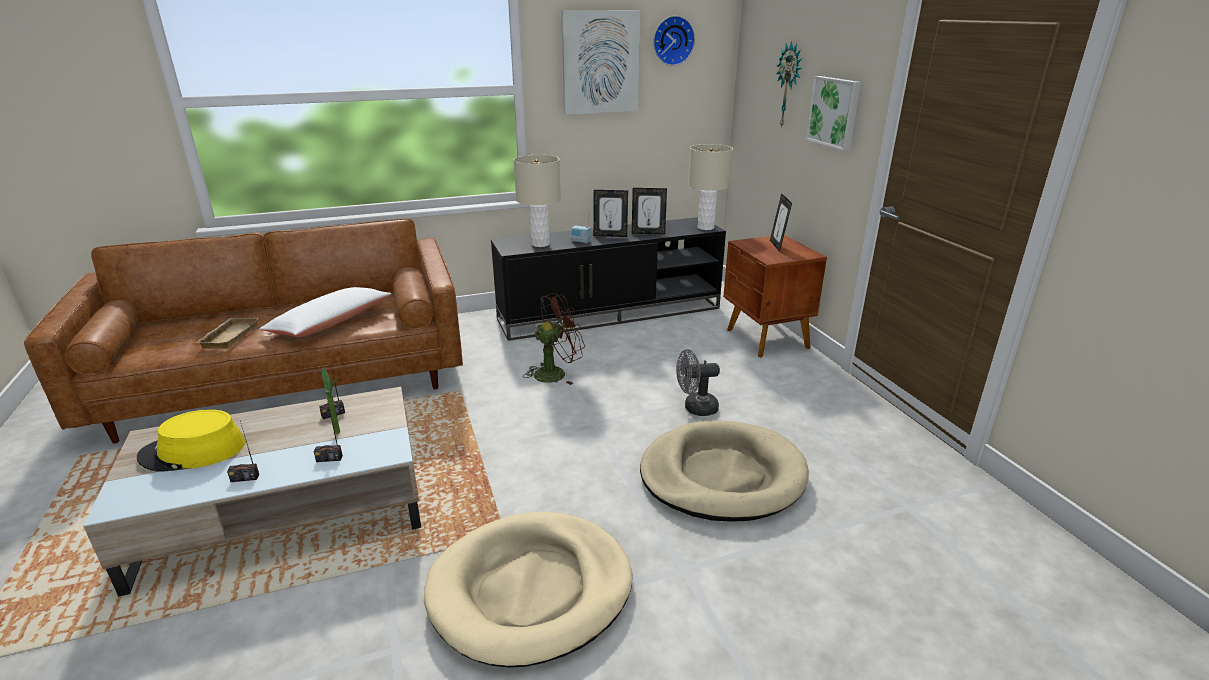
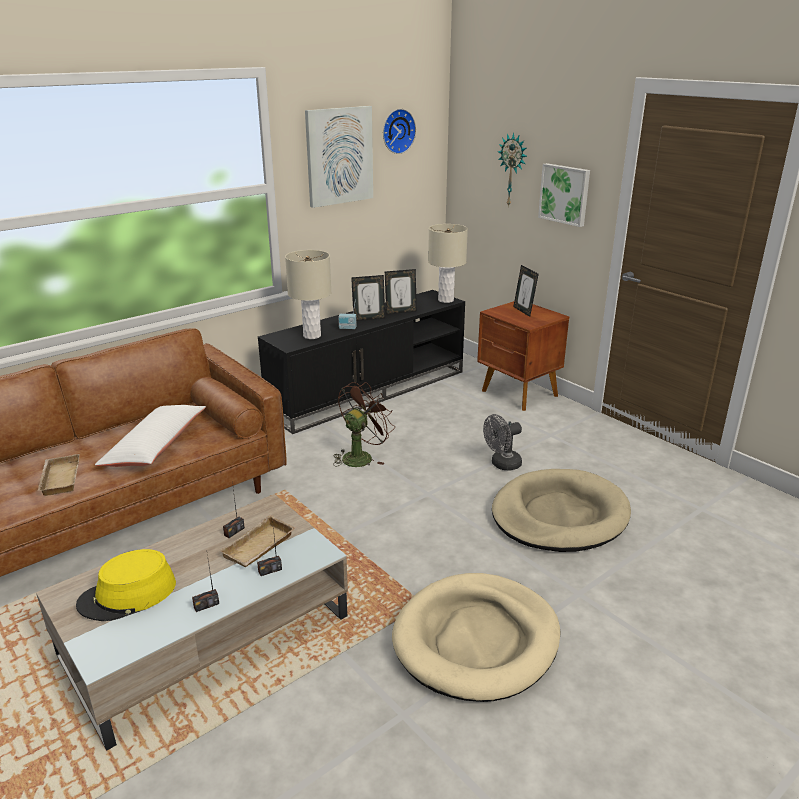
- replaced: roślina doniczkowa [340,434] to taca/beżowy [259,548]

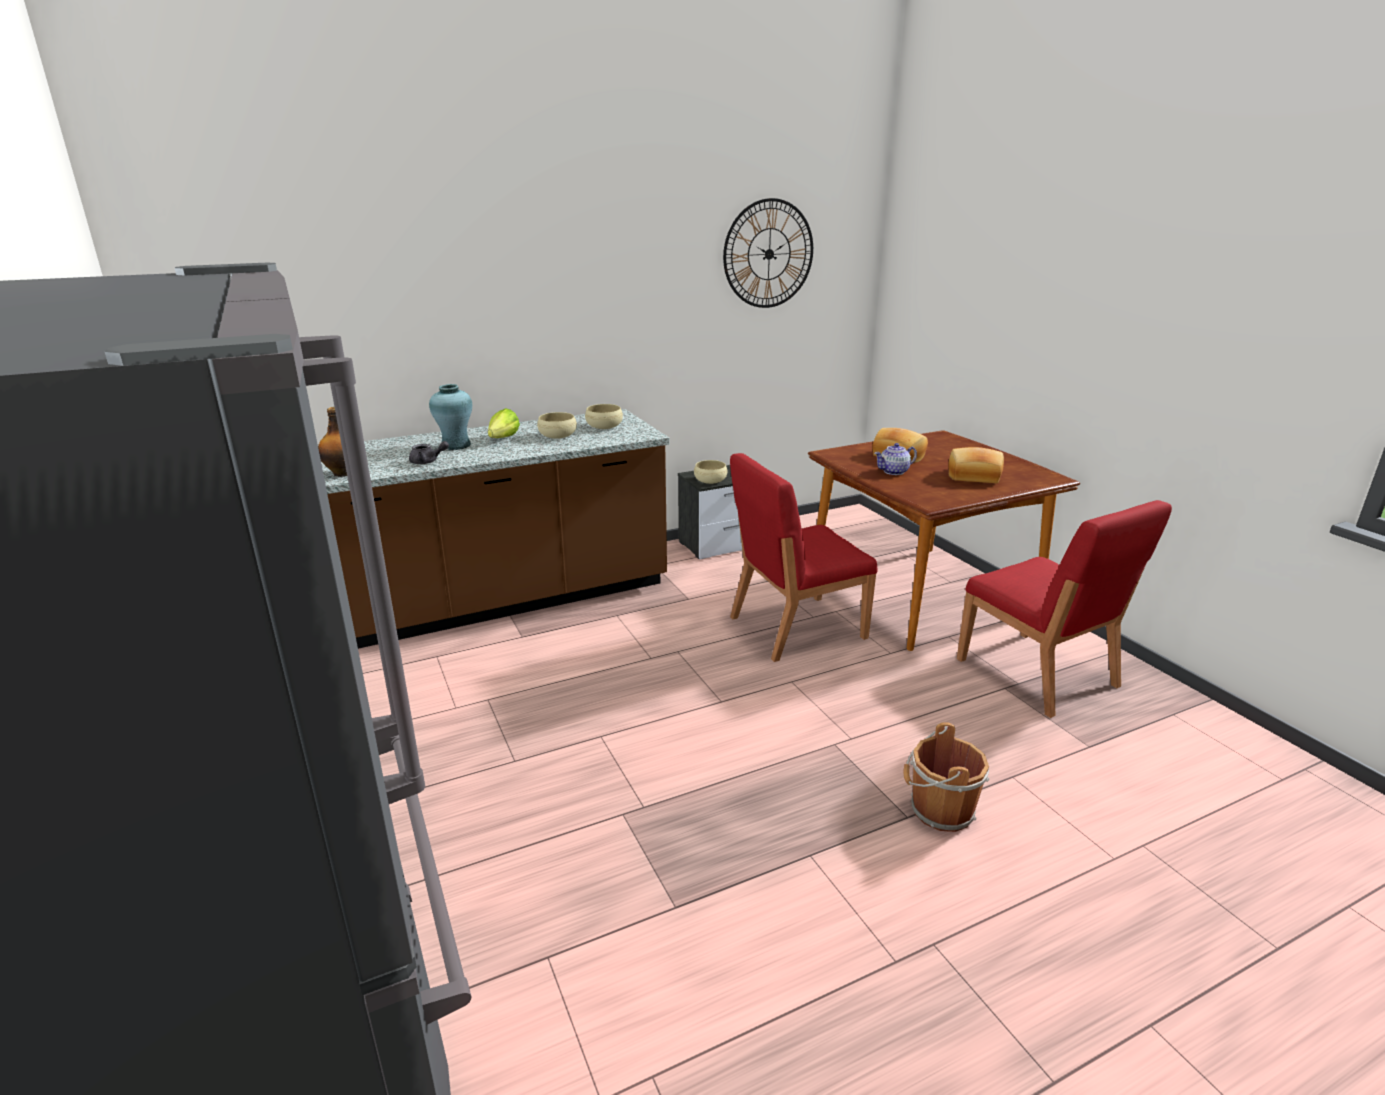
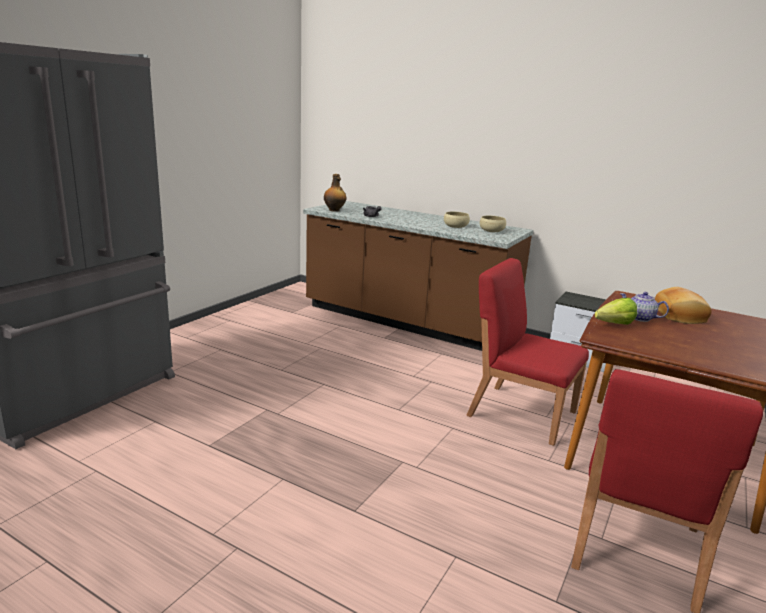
- moved: sałata [500,440] to [610,324]
- removed: wazon/turkusowy [456,445]
- removed: miska/beżowy [710,480]
- removed: zegar ścienny [769,254]
- removed: wiadro/brązowy [938,811]
- removed: chleb [973,477]

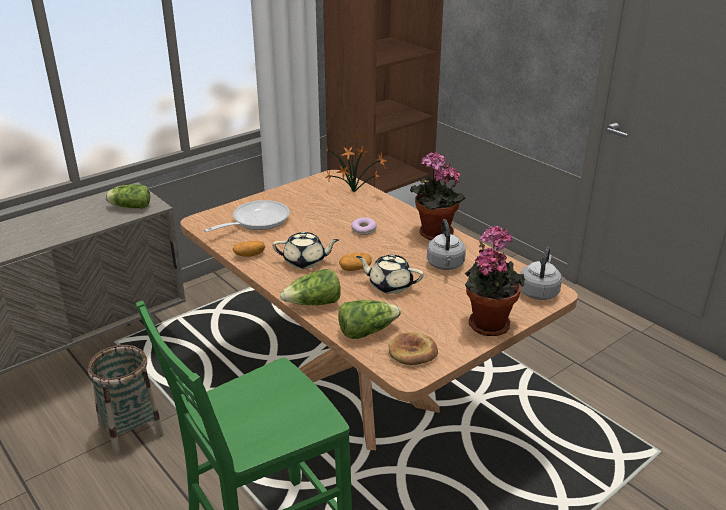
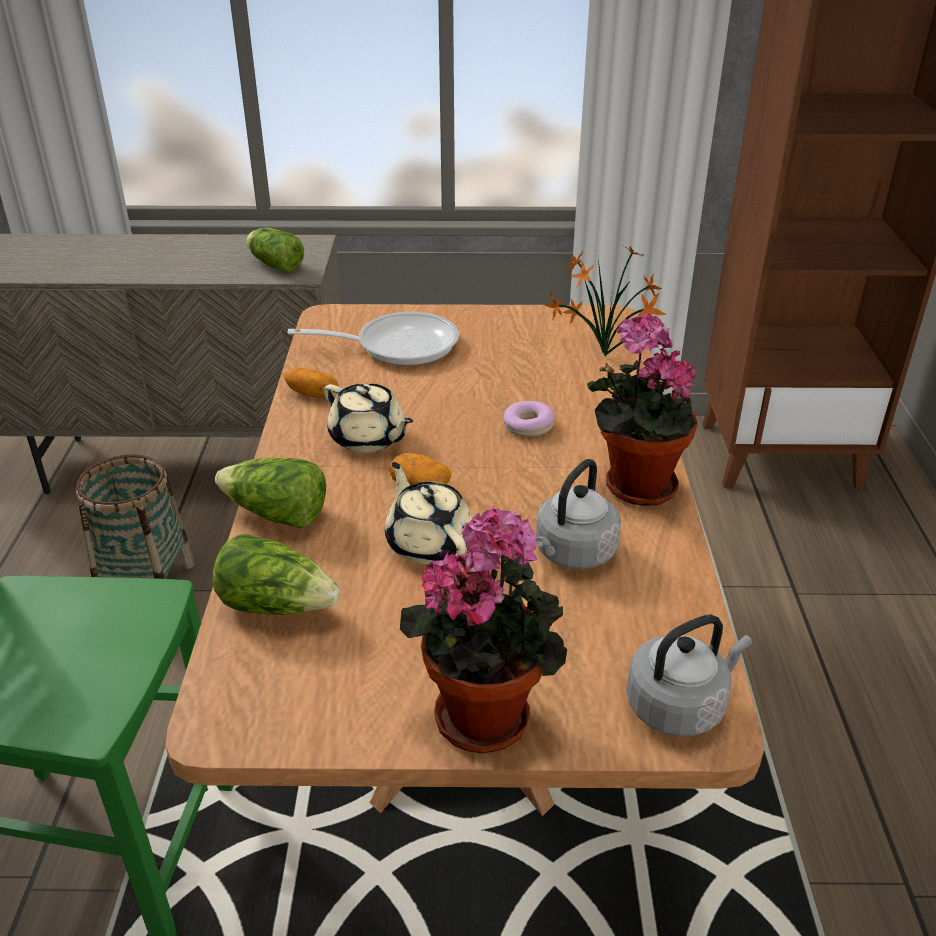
- removed: chleb [412,352]

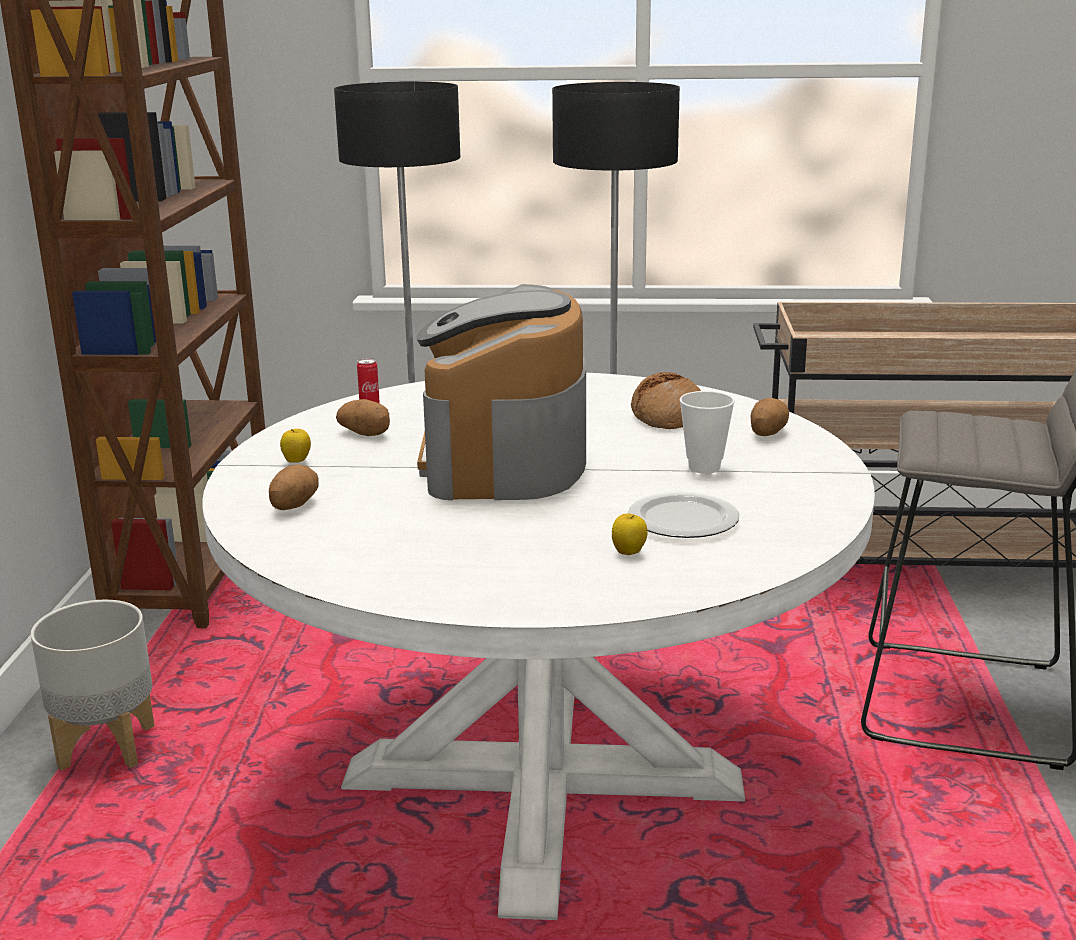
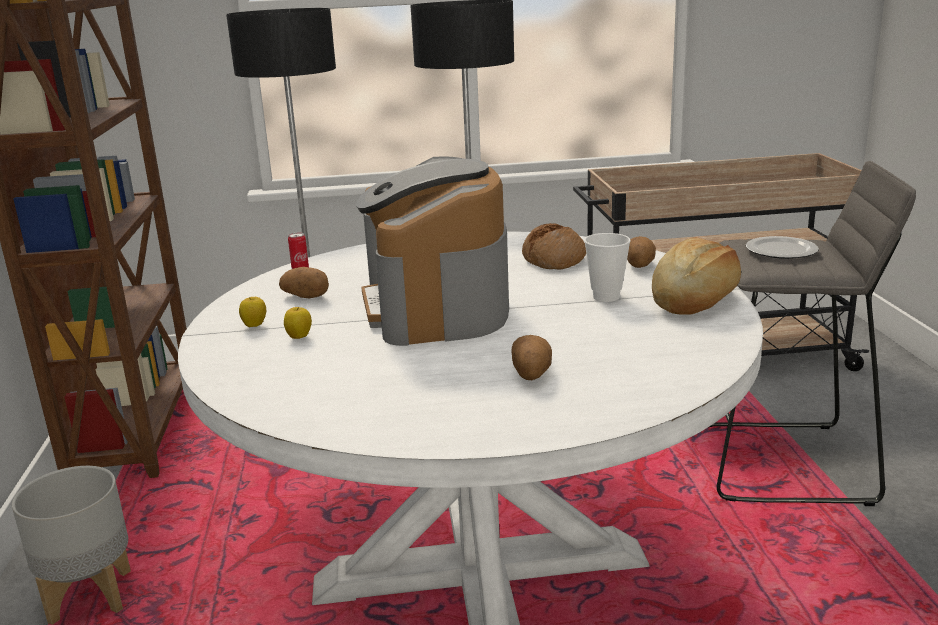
- moved: jabłko [629,553] to [299,337]
- moved: ziemniak [293,505] to [531,374]
- added: chleb [694,300]
- moved: talerz [683,519] to [781,250]

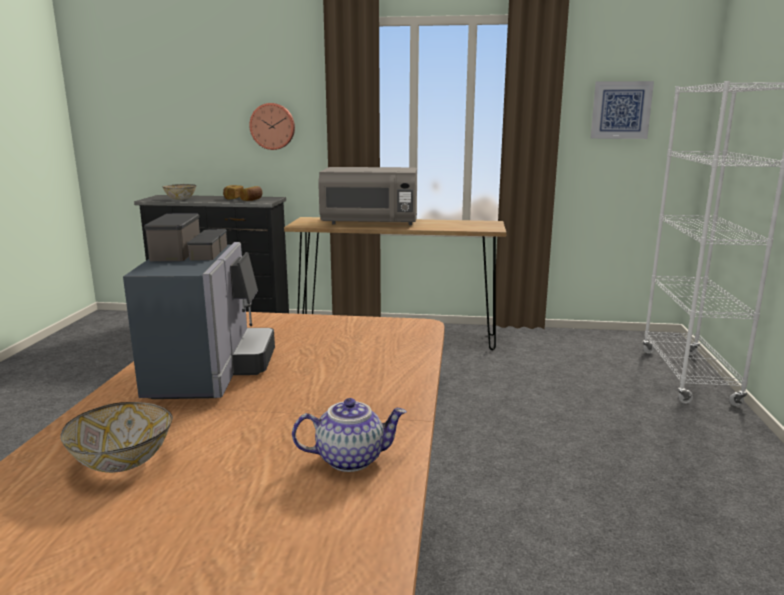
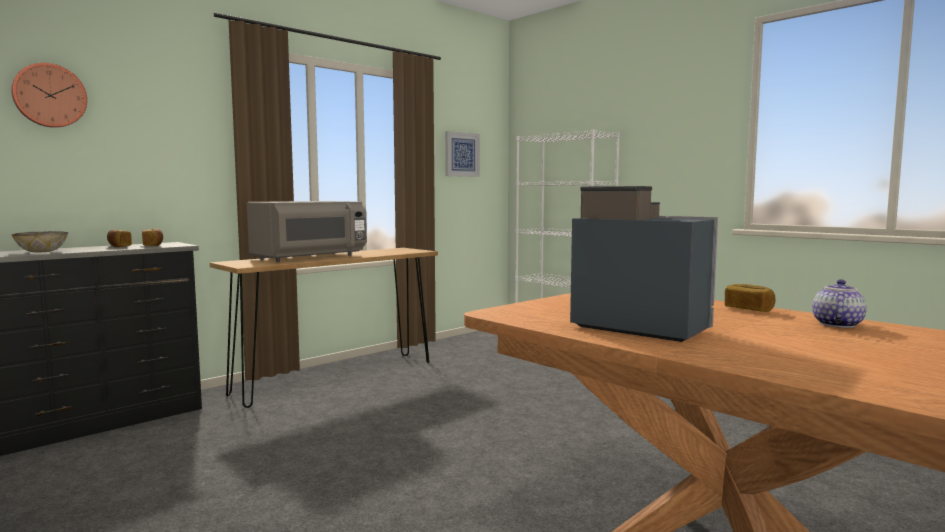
- moved: zegar ścienny [273,126] to [49,96]
- added: chleb [748,309]
- removed: miska [123,462]

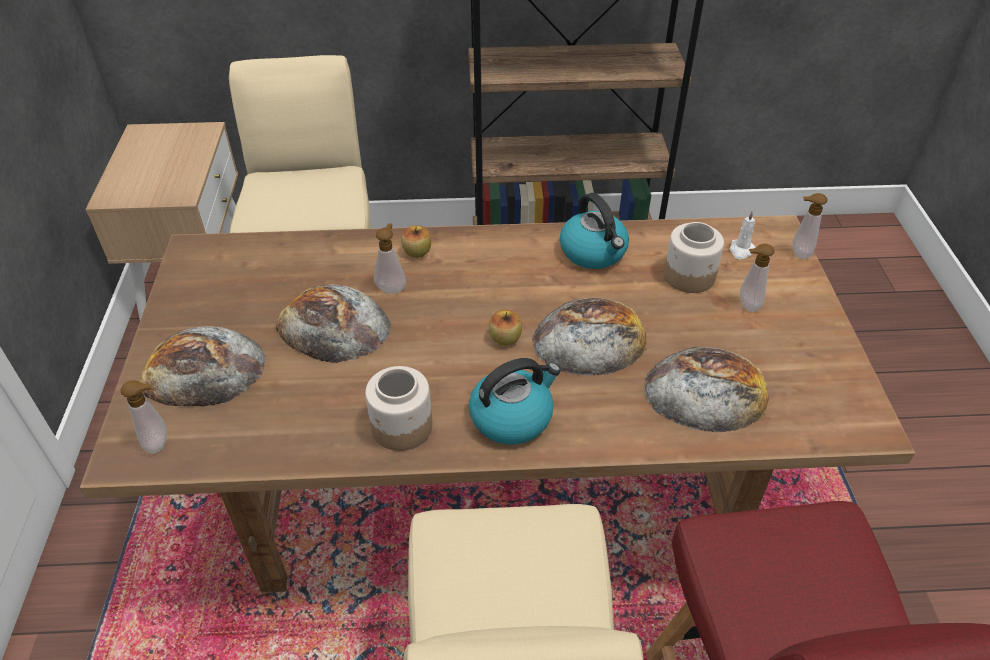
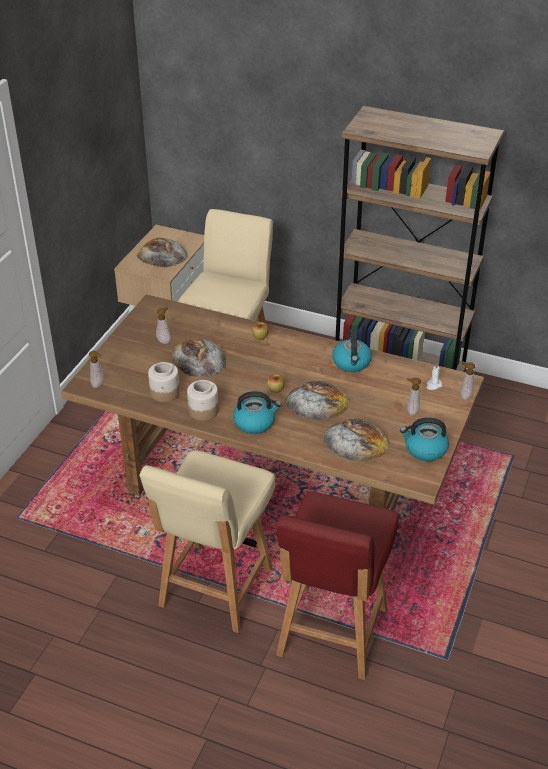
- moved: chleb [203,369] to [162,255]
- moved: słoik [689,276] to [165,393]
- moved: dozownik mydła [392,288] to [164,341]
- added: czajnik [425,449]

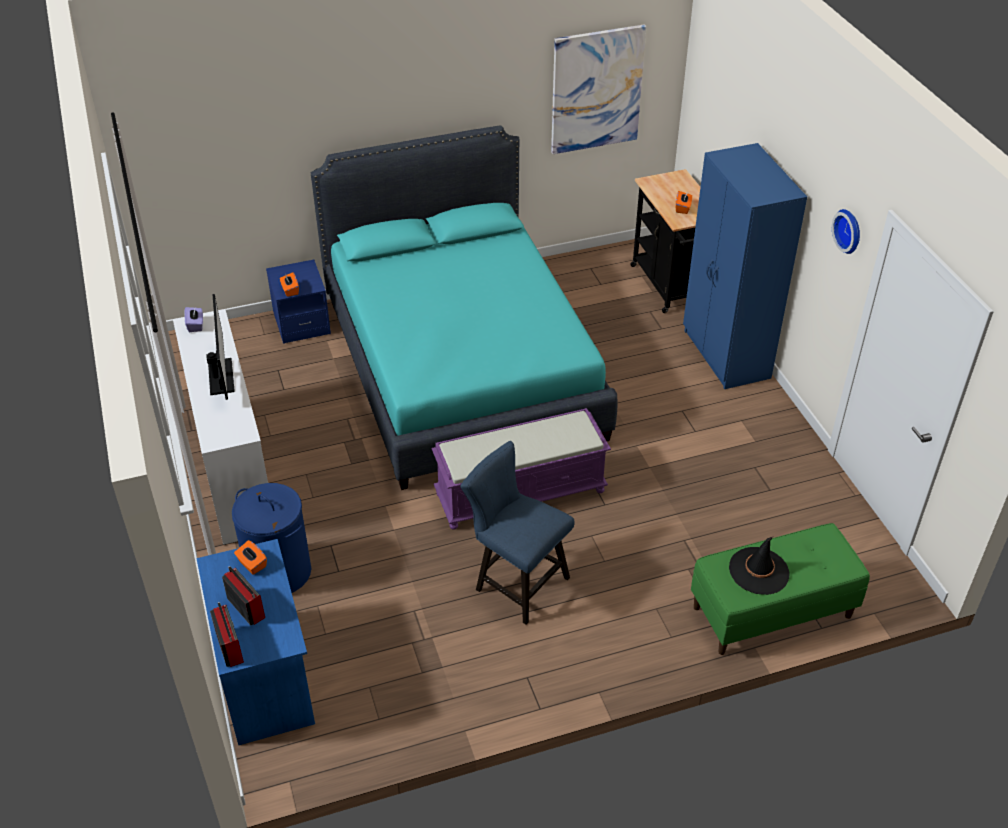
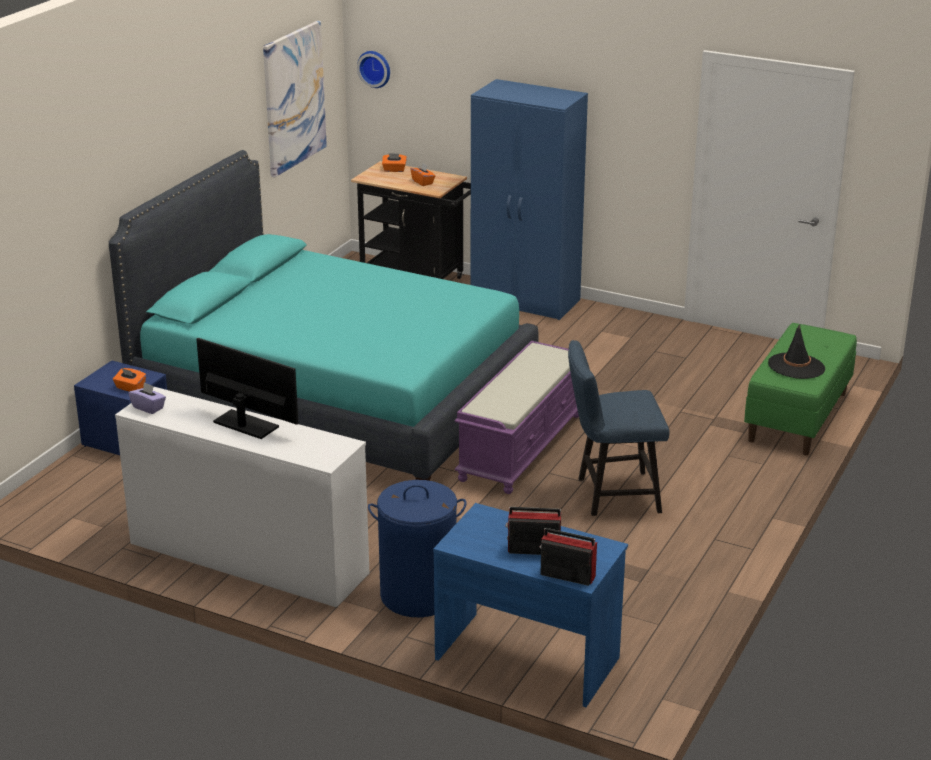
- moved: zegar ścienny [849,230] to [375,68]
- moved: pudełko chusteczek/pomarańczowy [252,564] to [394,170]

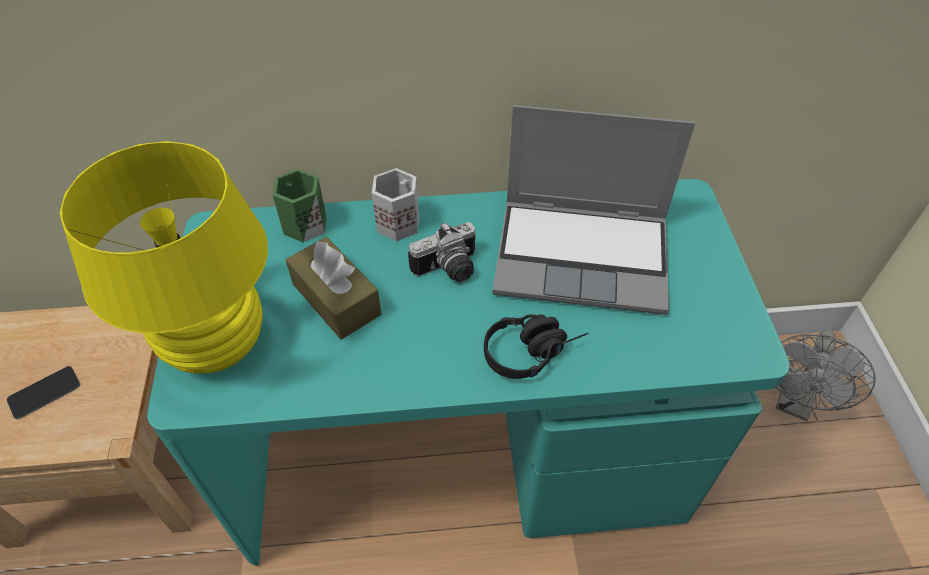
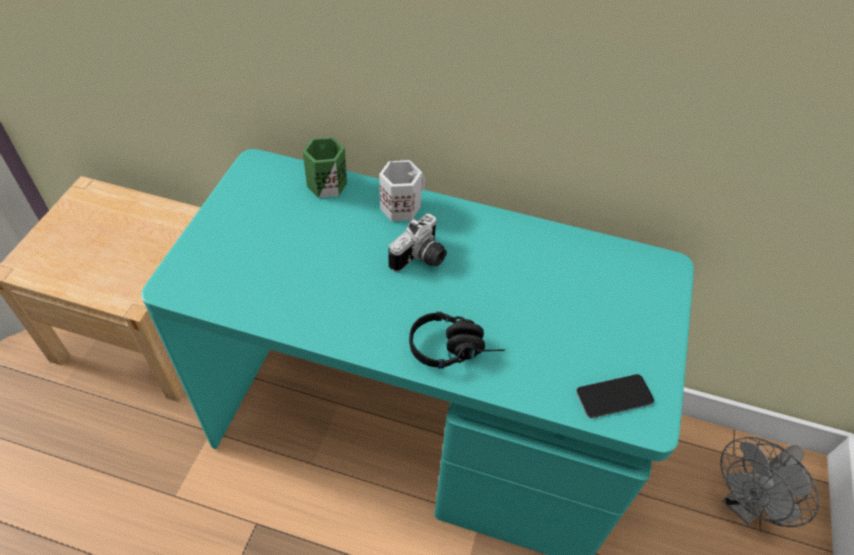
- turned: aparat fotograficzny [449,270] = [421,259] 45 degrees counterclockwise
- moved: telefon [44,392] to [614,396]
- removed: lampa stołowa/żółty [216,344]
- removed: pudełko chusteczek/brązowy [336,299]
- removed: laptop [584,256]

